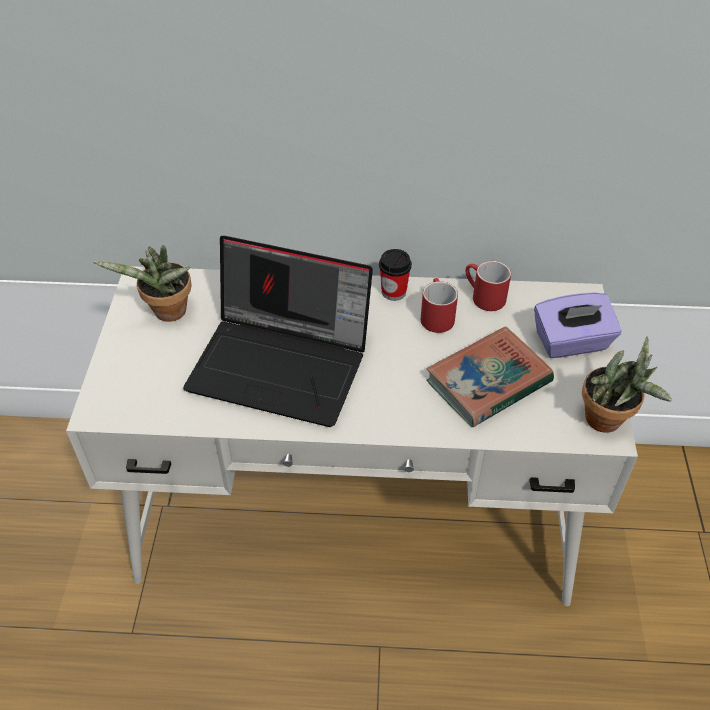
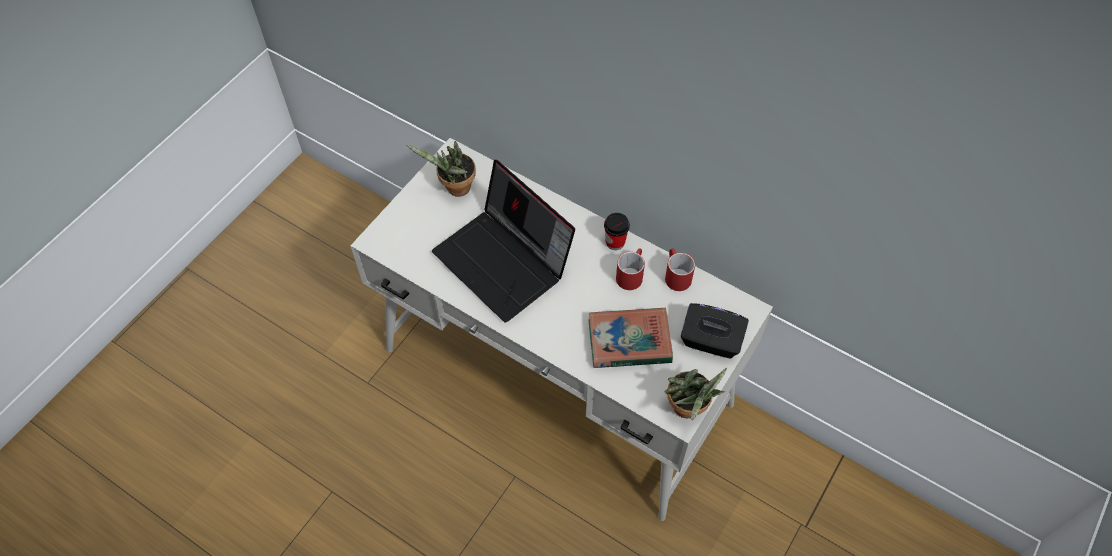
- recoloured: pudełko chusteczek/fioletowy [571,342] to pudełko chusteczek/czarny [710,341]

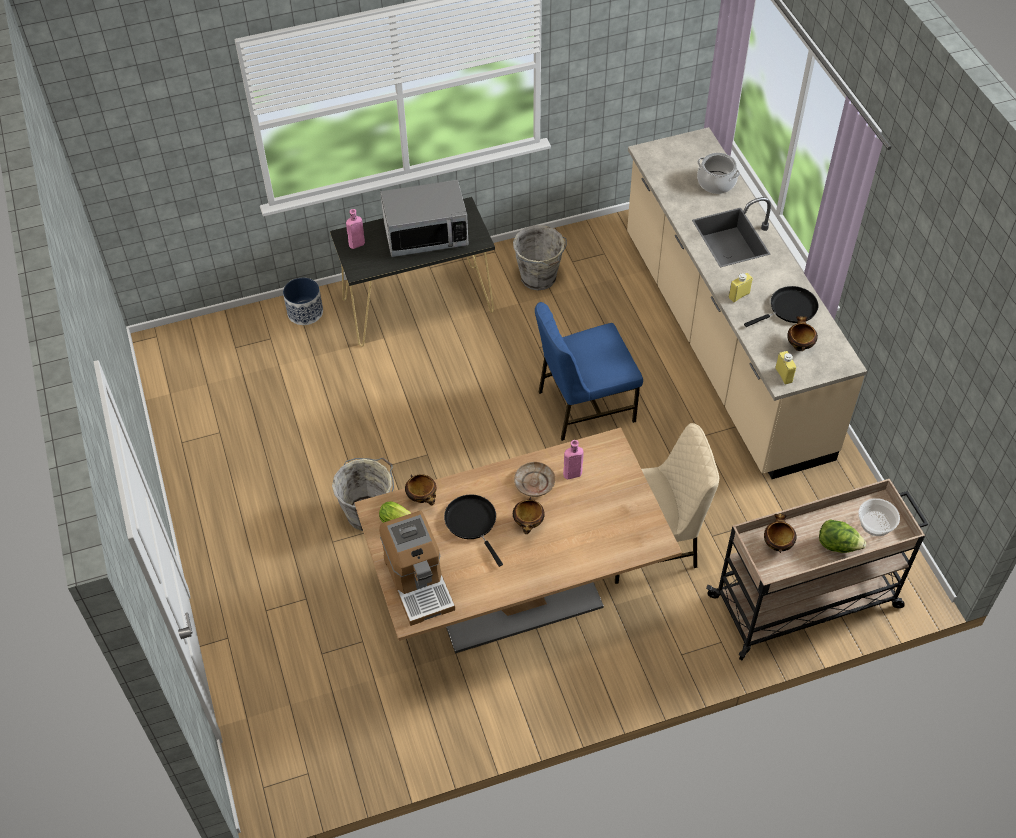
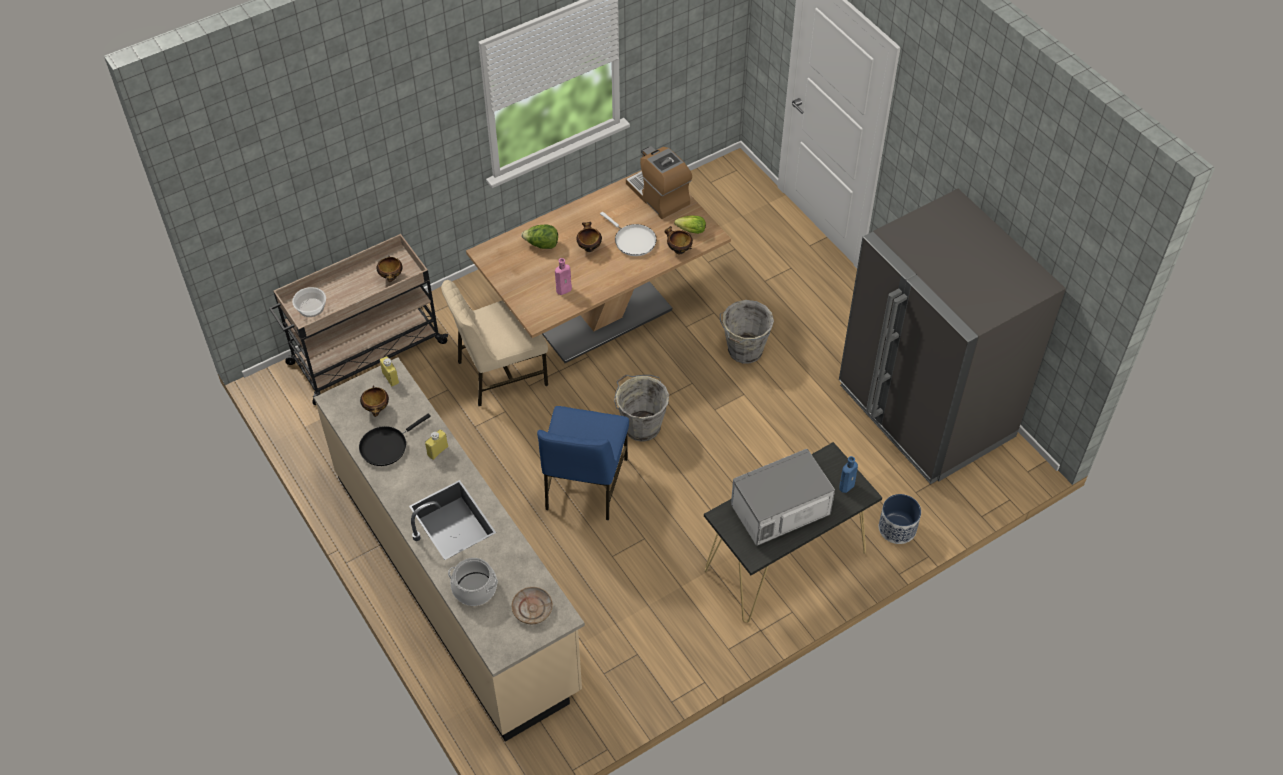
- moved: talerz/beżowy [534,483] to [532,608]
- moved: sałata [838,545] to [541,245]
- turned: krzesło/niebieski [584,405] = [584,484] 135 degrees clockwise
- recoloured: patelnia/czarny [472,523] to patelnia/biały [633,240]
- moved: wiadro/szary [539,279] to [641,425]
- added: lodówka/szary [925,412]
- recoloured: butelka/różowy [355,244] to butelka/niebieski [847,485]

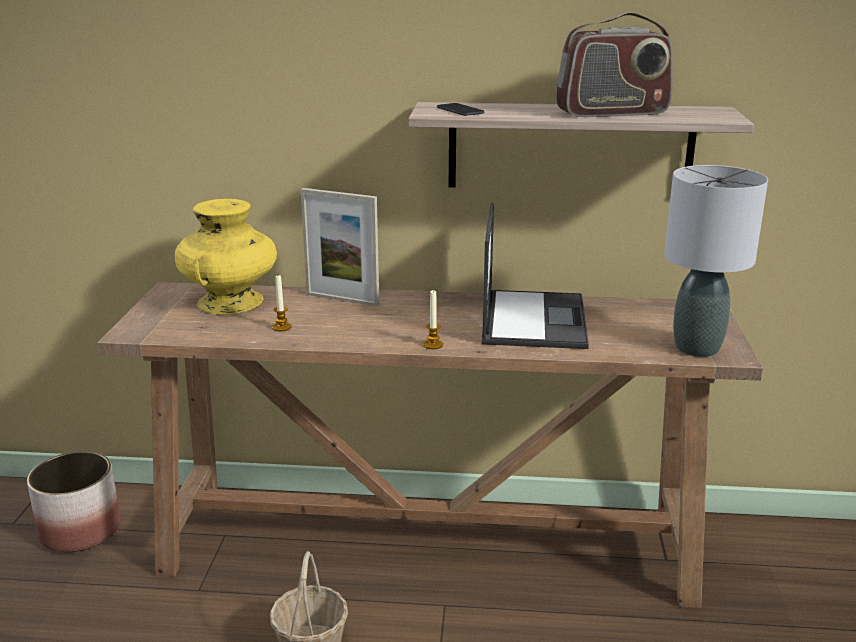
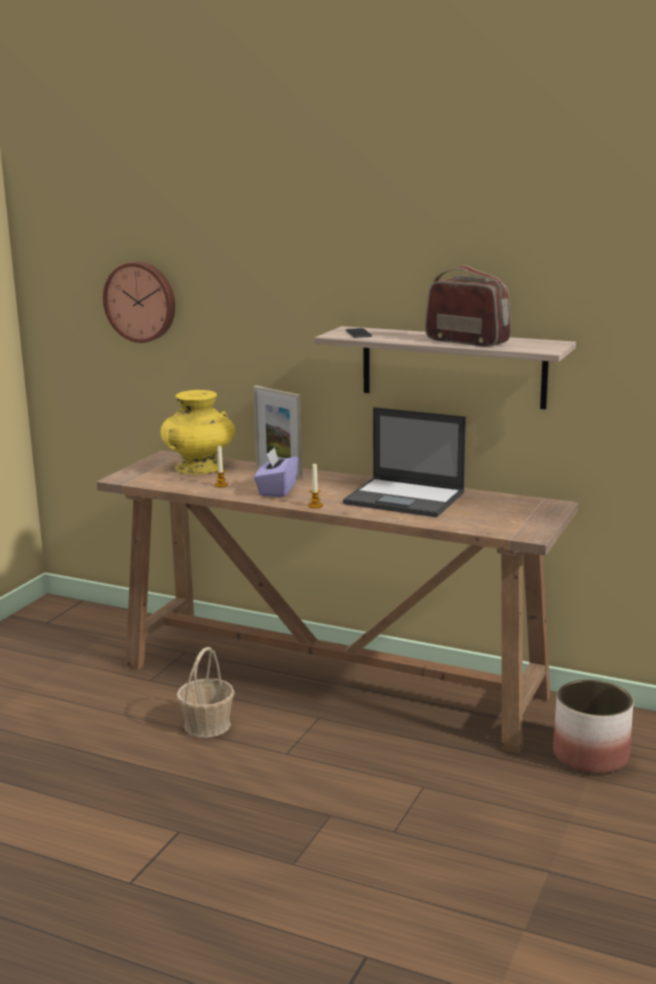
- added: zegar ścienny [141,301]
- added: pudełko chusteczek/fioletowy [277,490]
- turned: laptop [533,319] = [406,498] 90 degrees clockwise
- turned: radio [612,113] = [467,341] 150 degrees counterclockwise
- moved: donica [80,530] to [590,755]
- removed: lampa stołowa/szary [698,348]

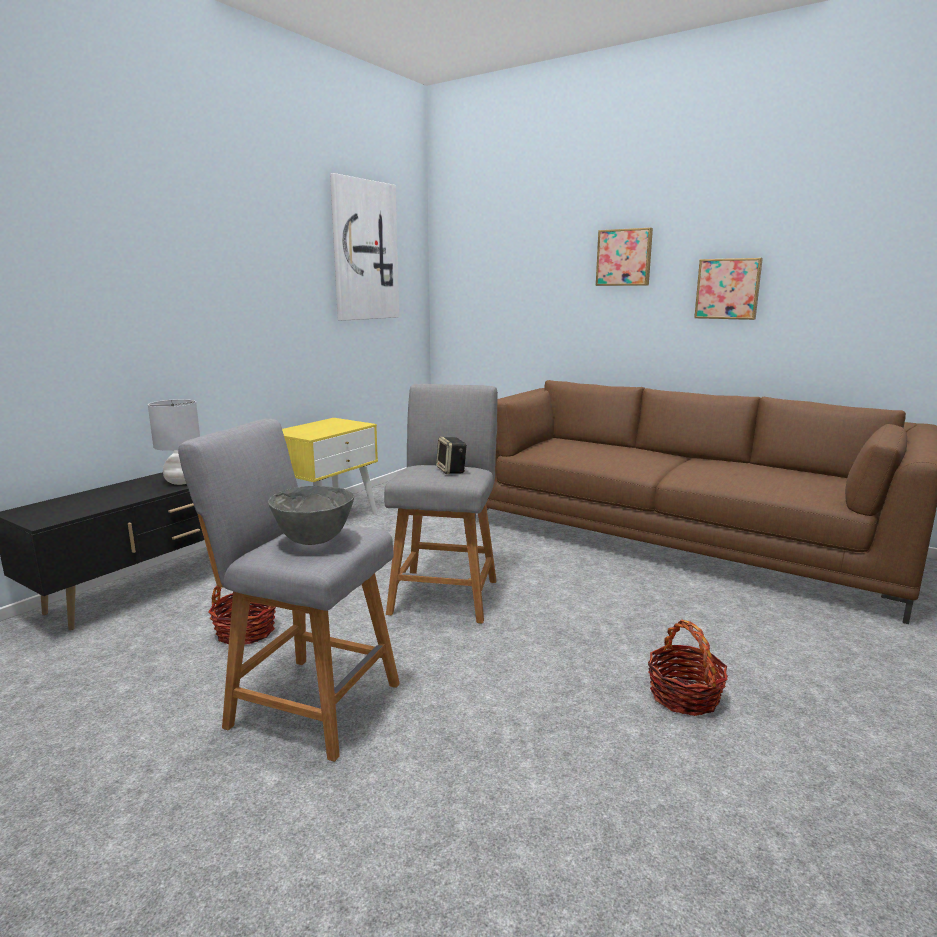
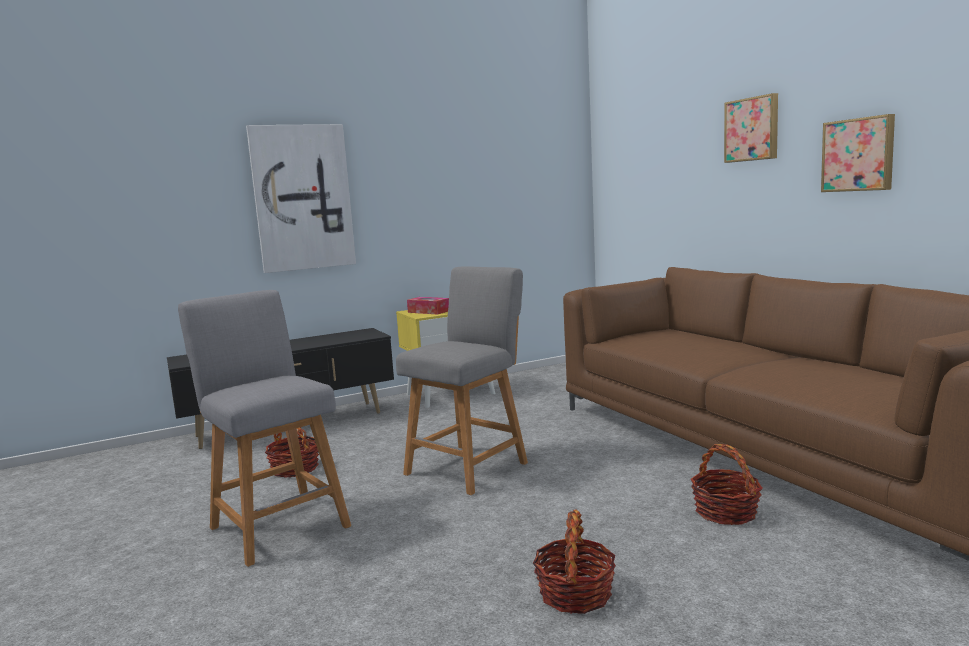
- moved: obraz [364,251] to [302,198]
- added: pudełko chusteczek [428,311]
- added: koszyk [725,512]
- removed: lampa stołowa/szary [181,482]
- removed: miska/szary [314,540]
- removed: głośnik [452,470]

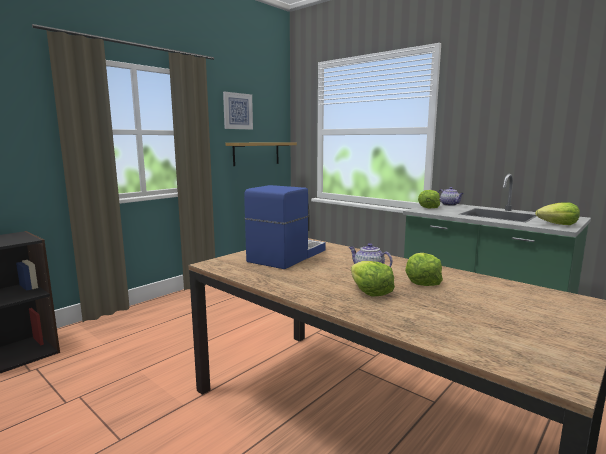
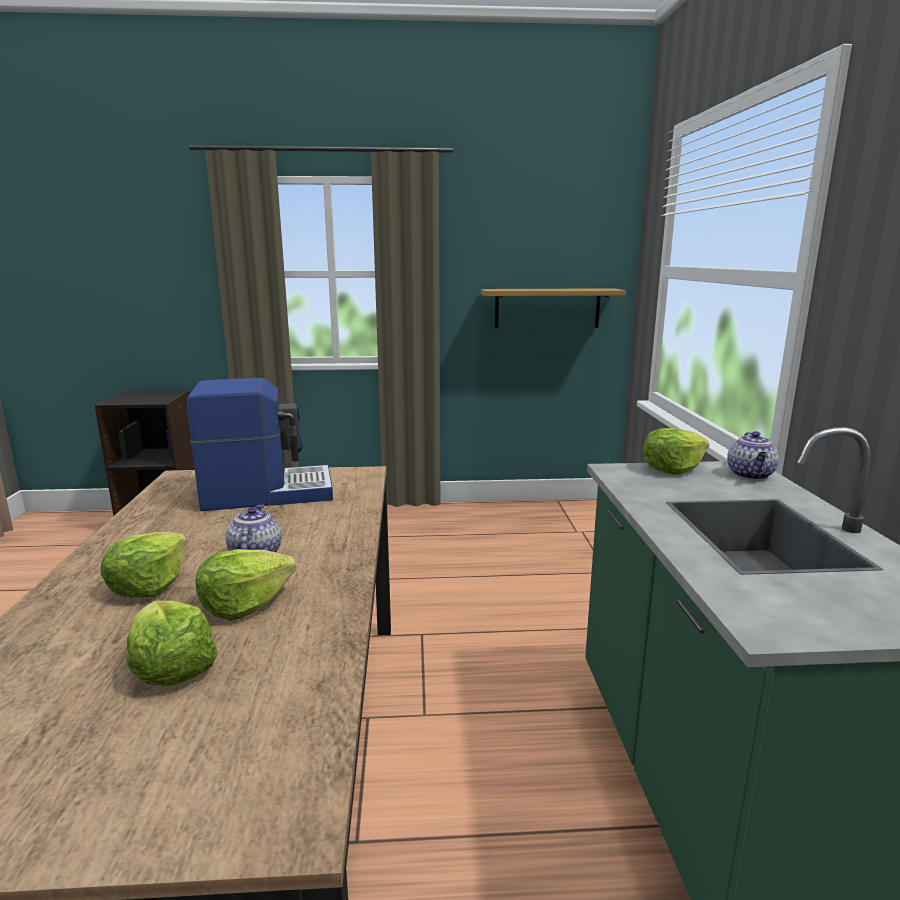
- moved: sałata [557,224] to [171,667]
- removed: obraz [237,111]

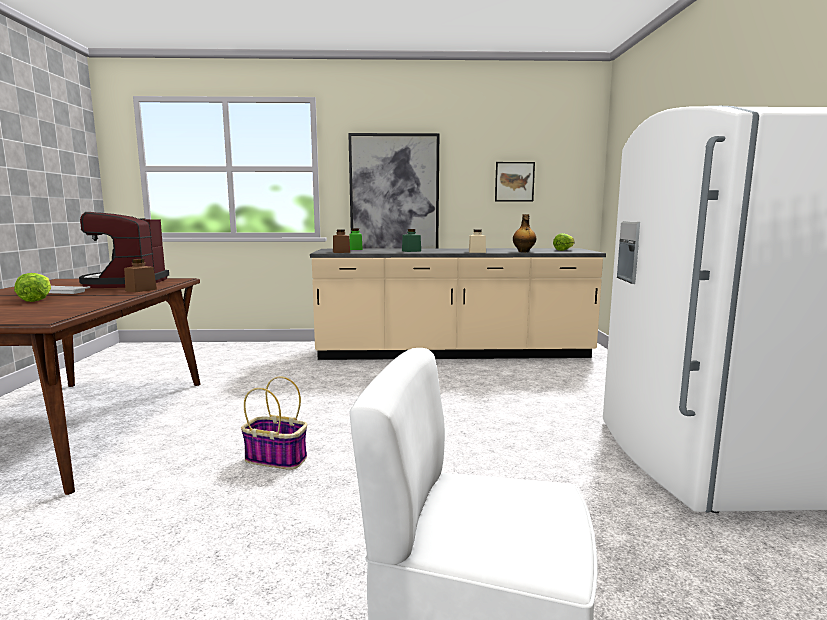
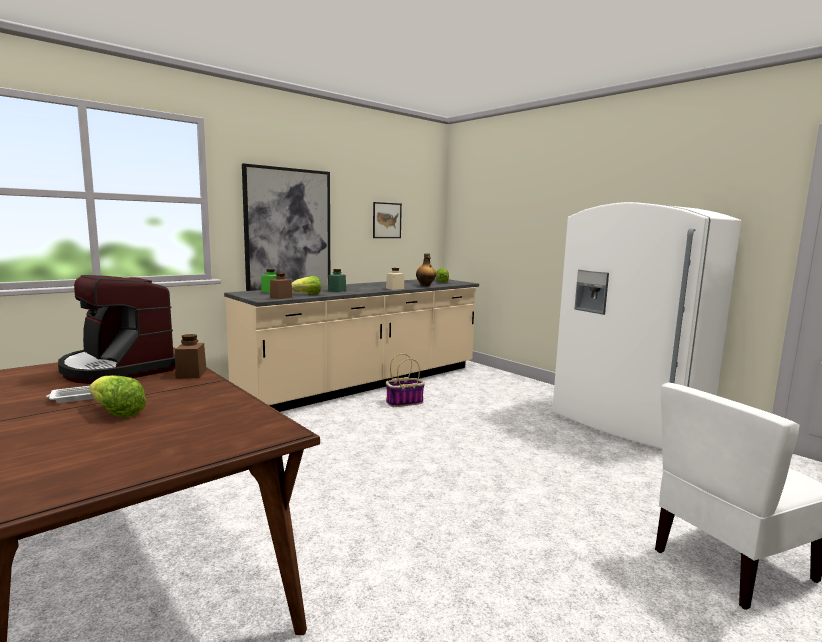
- added: sałata [307,294]
- moved: koszyk [277,459] to [405,402]

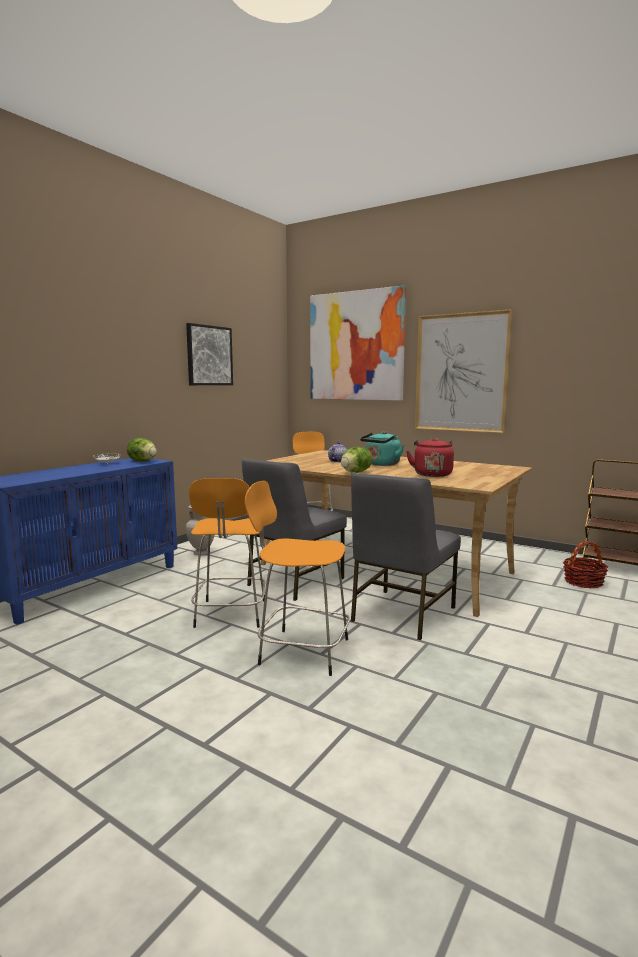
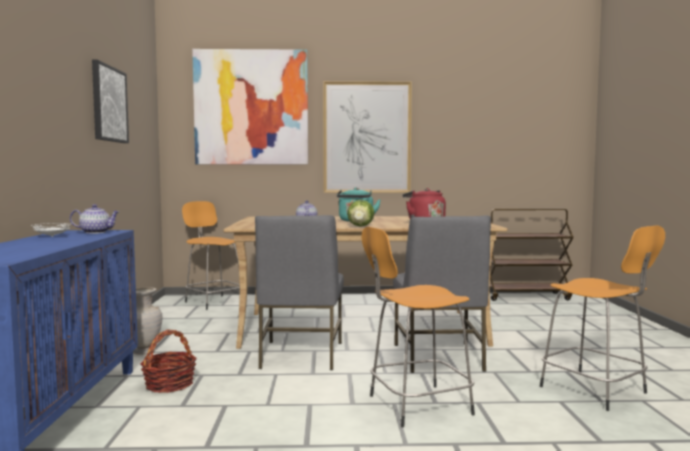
- replaced: sałata [142,461] to imbryk [96,232]
- moved: koszyk [583,582] to [169,384]
- moved: stołek/pomarańczowy [230,615] to [596,391]

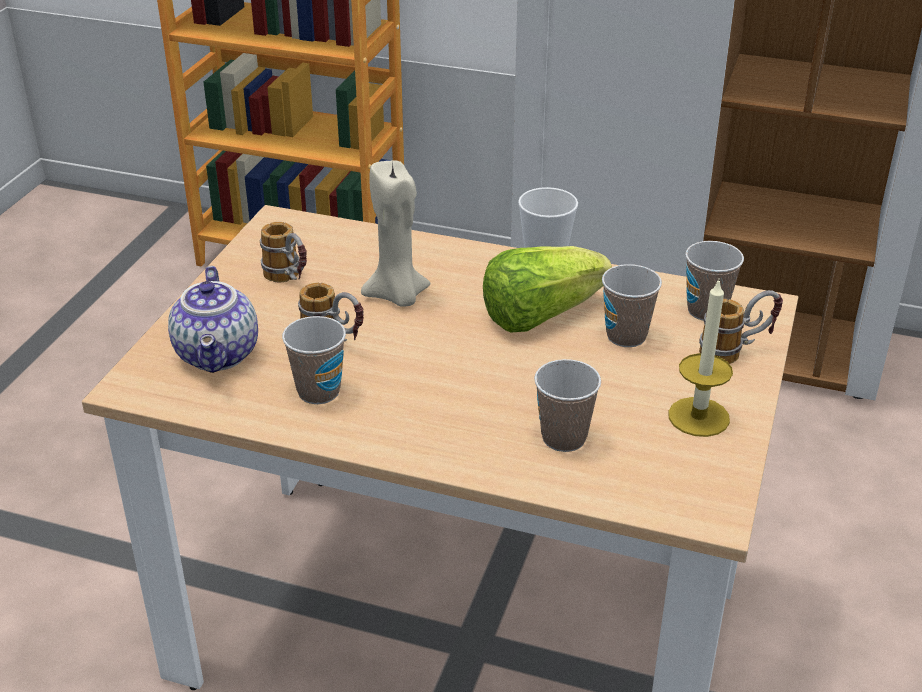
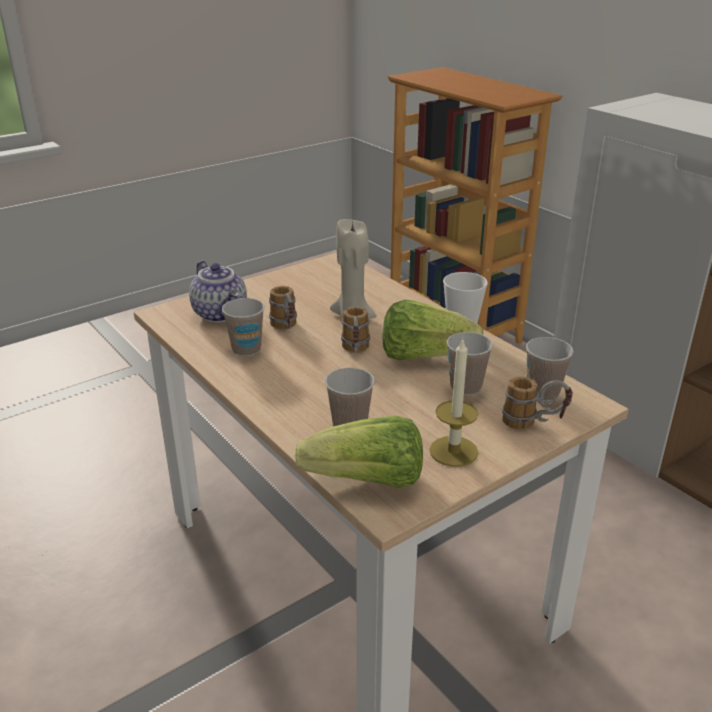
- turned: imbryk [219,355] = [221,314] 60 degrees counterclockwise
- added: sałata [367,481]
- moved: kubek [289,280] to [355,352]

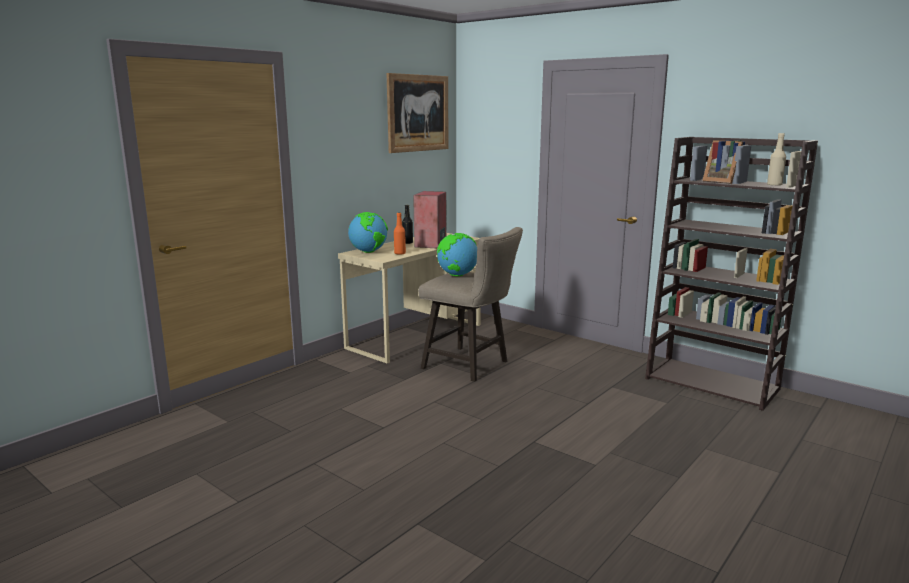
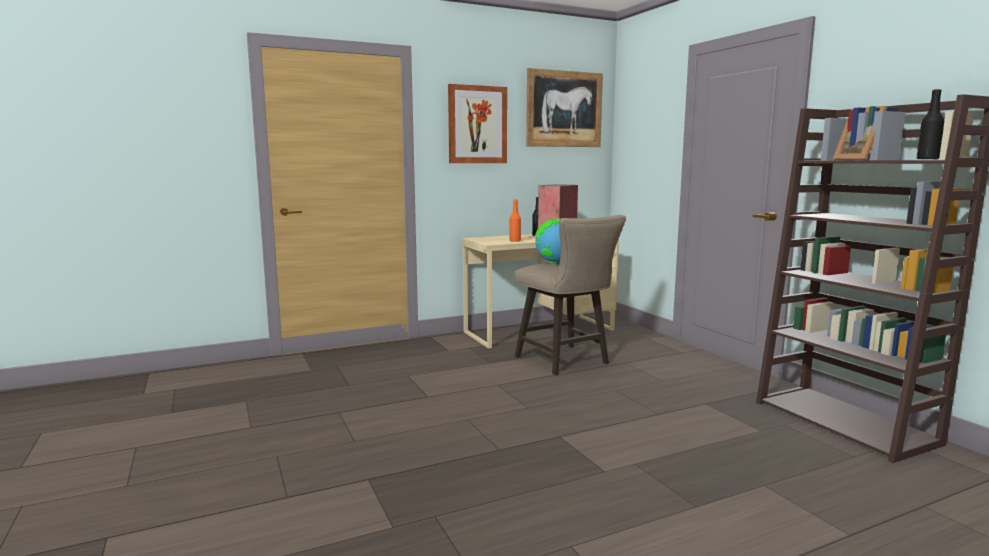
- added: obraz [477,125]
- recoloured: butelka/beżowy [774,185] to butelka/czarny [927,159]
- removed: globus [368,252]

